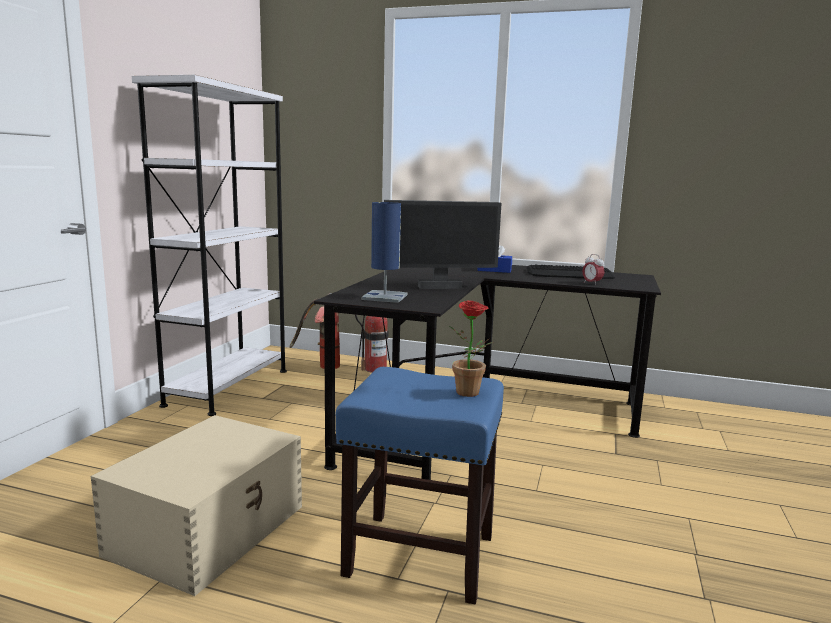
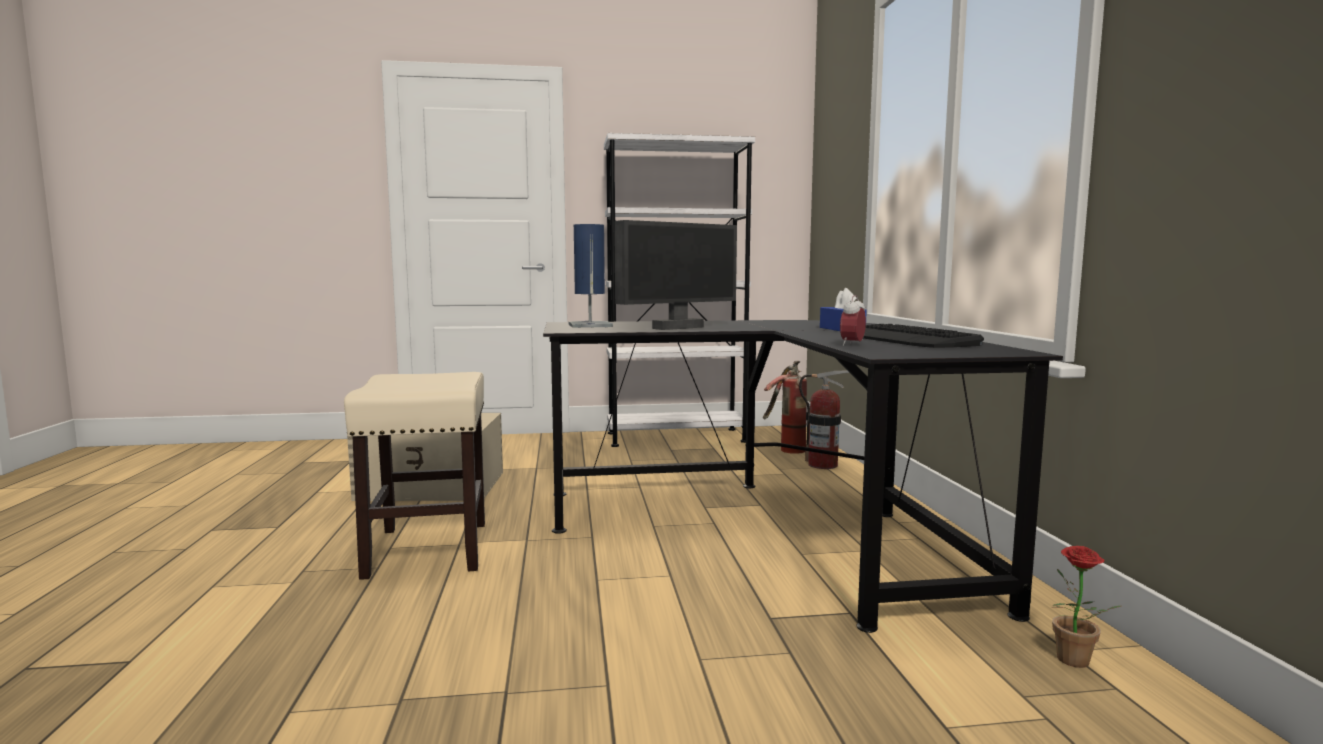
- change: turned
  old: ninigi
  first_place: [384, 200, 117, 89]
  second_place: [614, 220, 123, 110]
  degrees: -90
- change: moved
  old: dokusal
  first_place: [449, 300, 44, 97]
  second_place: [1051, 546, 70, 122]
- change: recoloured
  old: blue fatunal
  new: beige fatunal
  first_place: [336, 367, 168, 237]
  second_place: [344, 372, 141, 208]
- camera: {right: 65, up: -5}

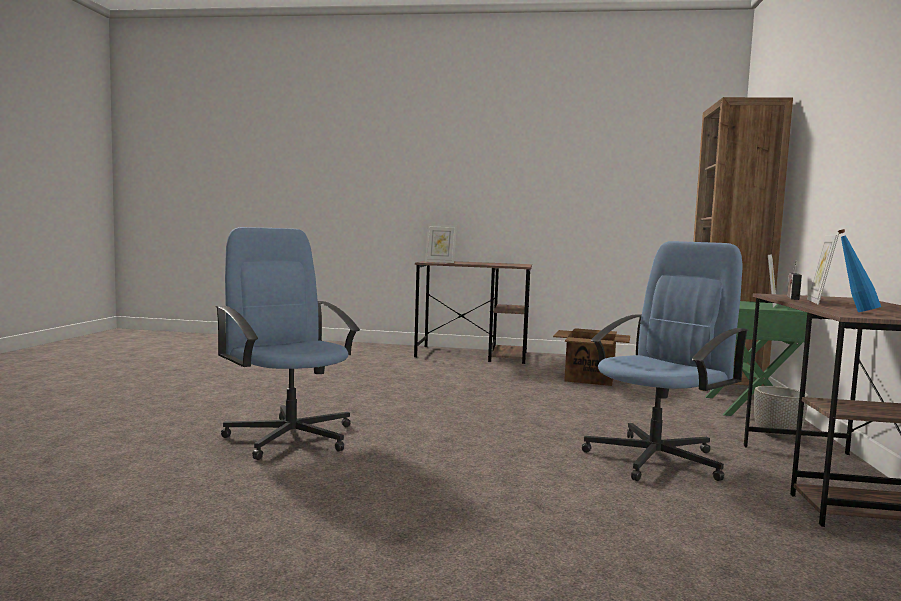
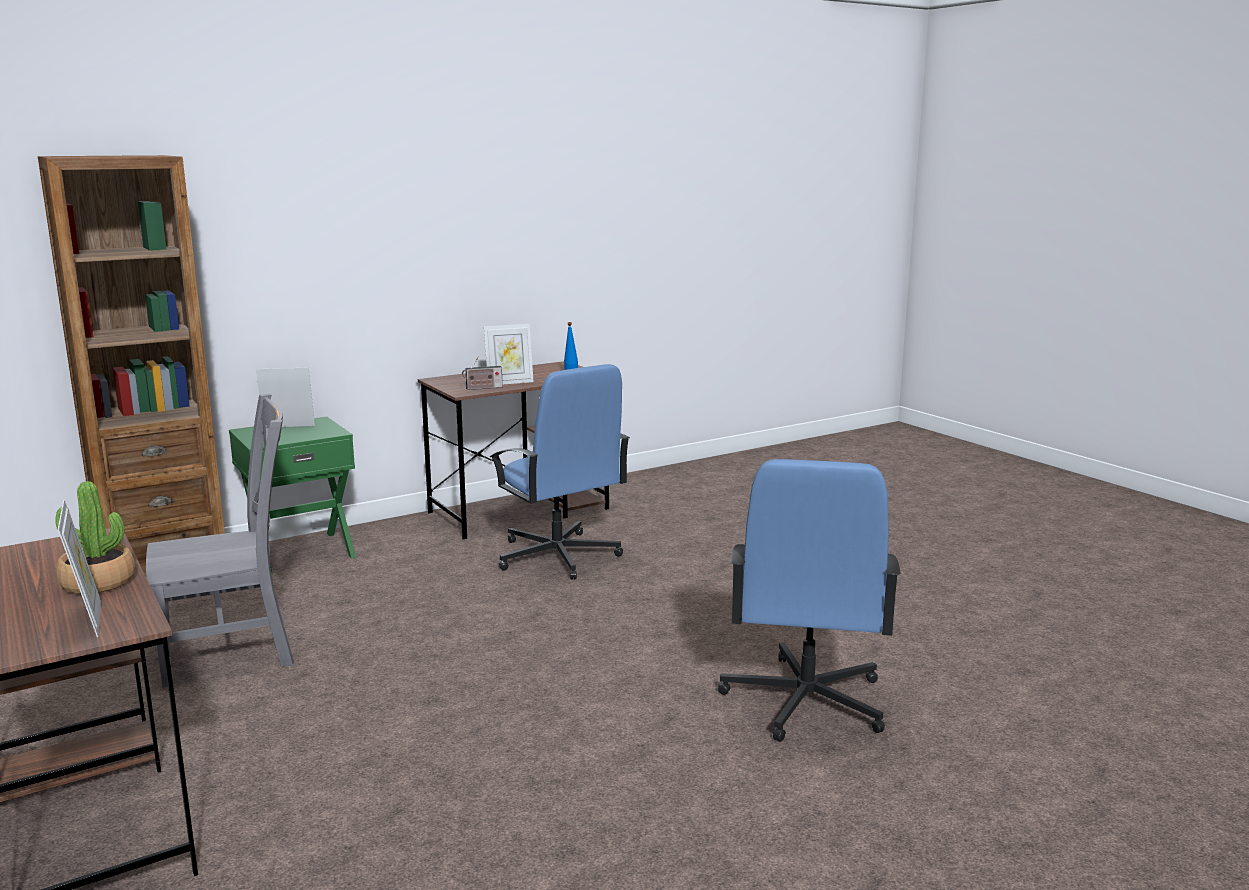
- change: turned
  old: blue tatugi
  first_place: [582, 241, 166, 240]
  second_place: [490, 364, 140, 216]
  degrees: -135
- change: replaced
  old: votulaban
  new: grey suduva
  first_place: [553, 328, 77, 58]
  second_place: [146, 393, 148, 295]
- change: removed
  old: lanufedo
  first_place: [754, 386, 55, 53]
- change: added
  new: dokusal
  second_place: [55, 481, 80, 113]
- camera: {right: -130, up: 10}

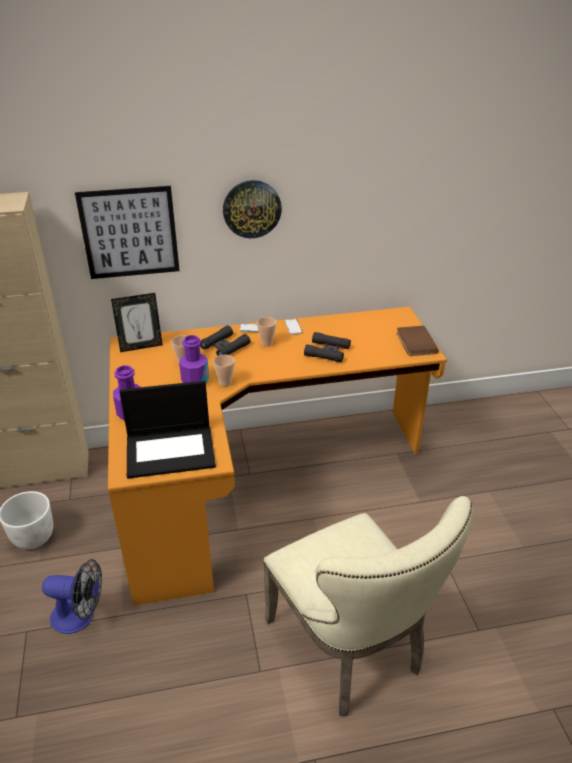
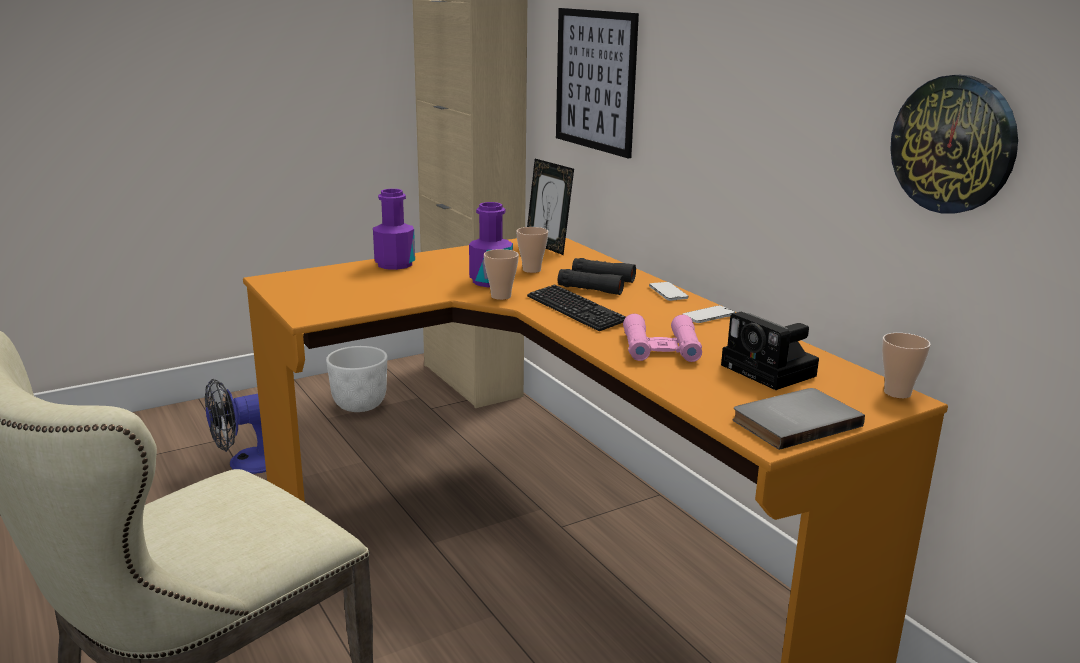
- change: moved
  old: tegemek
  first_place: [223, 180, 59, 58]
  second_place: [890, 75, 128, 139]
- change: moved
  old: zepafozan
  first_place: [257, 317, 20, 29]
  second_place: [882, 333, 49, 66]
- change: recoloured
  old: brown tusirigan
  new: grey tusirigan
  first_place: [397, 326, 42, 30]
  second_place: [733, 388, 132, 62]
- change: recoloured
  old: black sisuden
  new: pink sisuden
  first_place: [304, 332, 47, 30]
  second_place: [623, 314, 79, 48]
- change: removed
  old: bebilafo
  first_place: [120, 381, 96, 98]
- change: turned
  old: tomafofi
  first_place: [42, 559, 60, 75]
  second_place: [205, 379, 61, 95]
  degrees: 75
- change: added
  new: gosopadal
  second_place: [527, 284, 99, 47]
- change: added
  new: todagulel
  second_place: [721, 312, 98, 78]
- camera: {right: 70, up: -15}

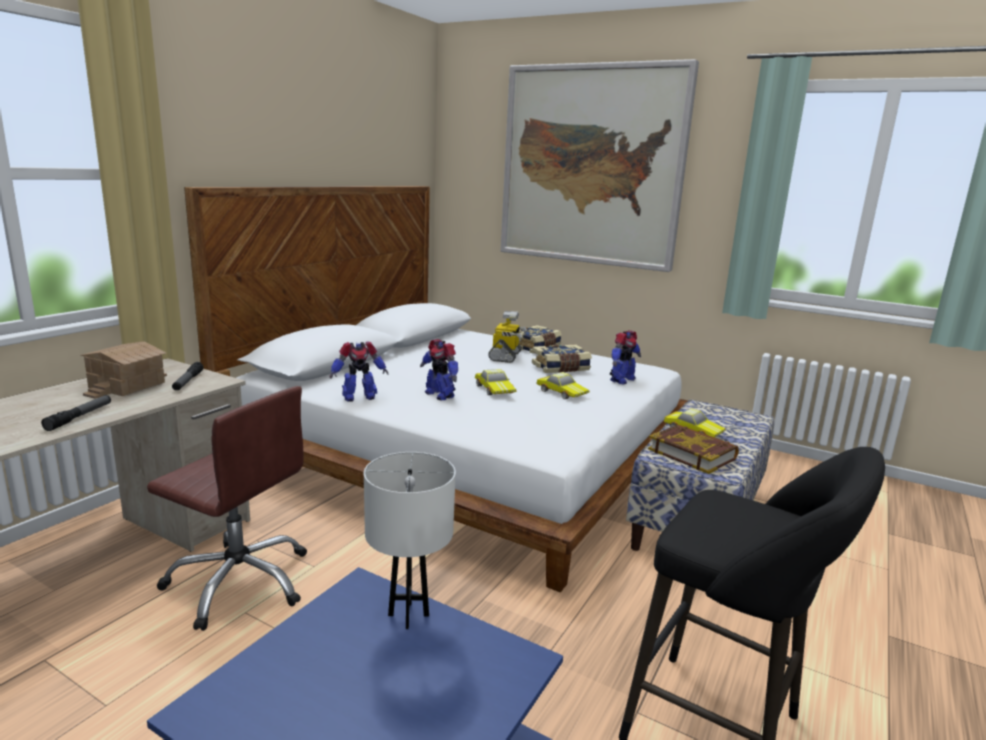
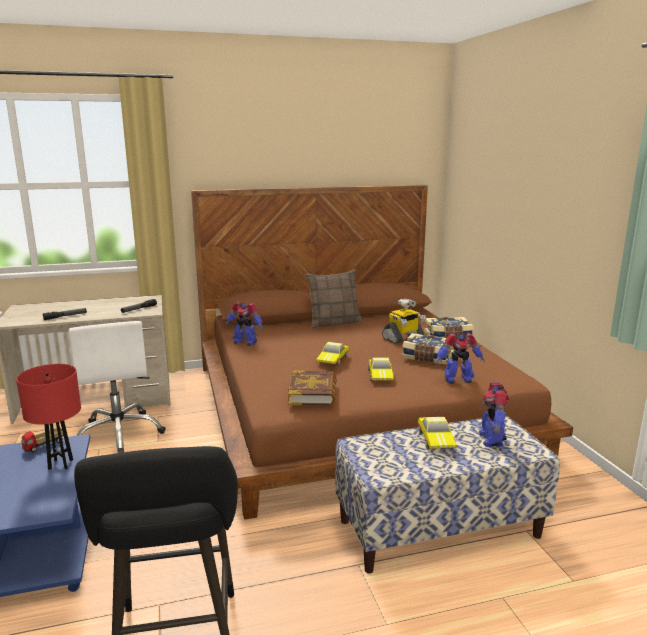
- change: removed
  old: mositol
  first_place: [501, 59, 198, 213]
- change: recoloured
  old: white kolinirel
  new: brown kolinirel
  first_place: [184, 186, 504, 406]
  second_place: [191, 185, 382, 335]
- change: moved
  old: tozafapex
  first_place: [420, 339, 38, 61]
  second_place: [479, 382, 30, 66]
- change: removed
  old: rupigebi
  first_place: [80, 341, 87, 58]
- change: recoloured
  old: brown tatugi
  new: white tatugi
  first_place: [147, 386, 160, 245]
  second_place: [69, 321, 97, 132]
- change: moved
  old: tusirigan
  first_place: [648, 425, 91, 49]
  second_place: [288, 370, 49, 36]
- change: recoloured
  old: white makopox
  new: red makopox
  first_place: [364, 452, 92, 177]
  second_place: [16, 364, 65, 106]
- change: added
  new: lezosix
  second_place: [305, 269, 58, 60]
- change: added
  new: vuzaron
  second_place: [22, 427, 42, 25]
- camera: {right: 45, up: 0}

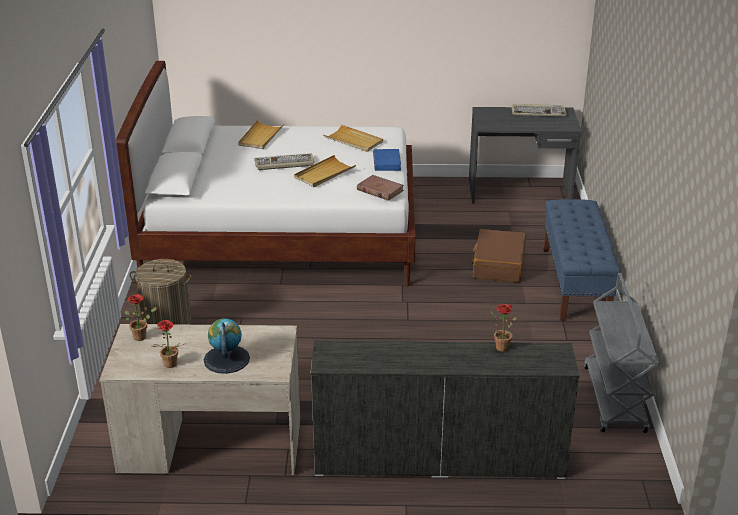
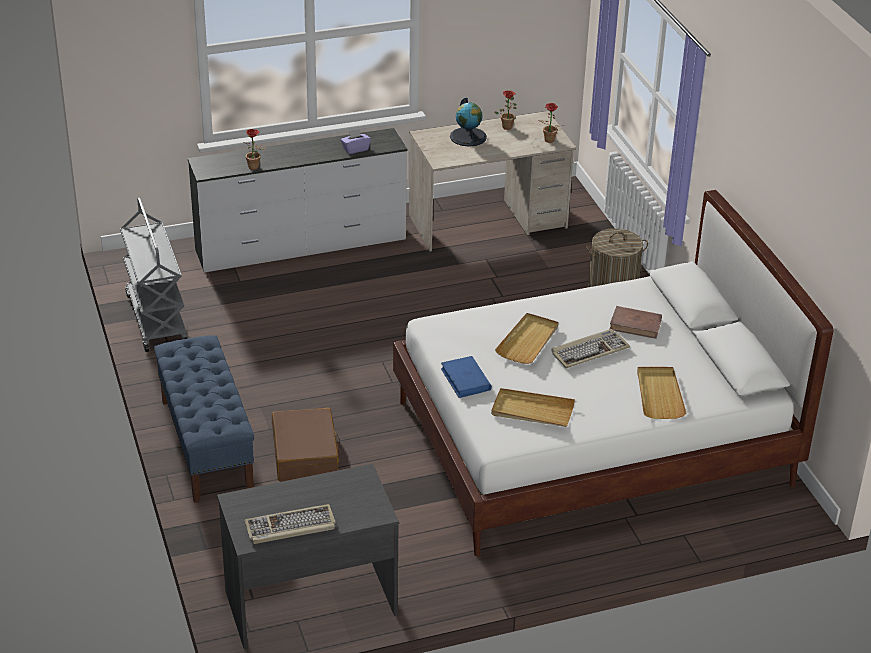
- change: moved
  old: brown tusirigan
  first_place: [357, 175, 47, 26]
  second_place: [610, 306, 52, 33]
- change: added
  new: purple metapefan
  second_place: [341, 129, 30, 25]
- camera: {right: 160, up: 5}

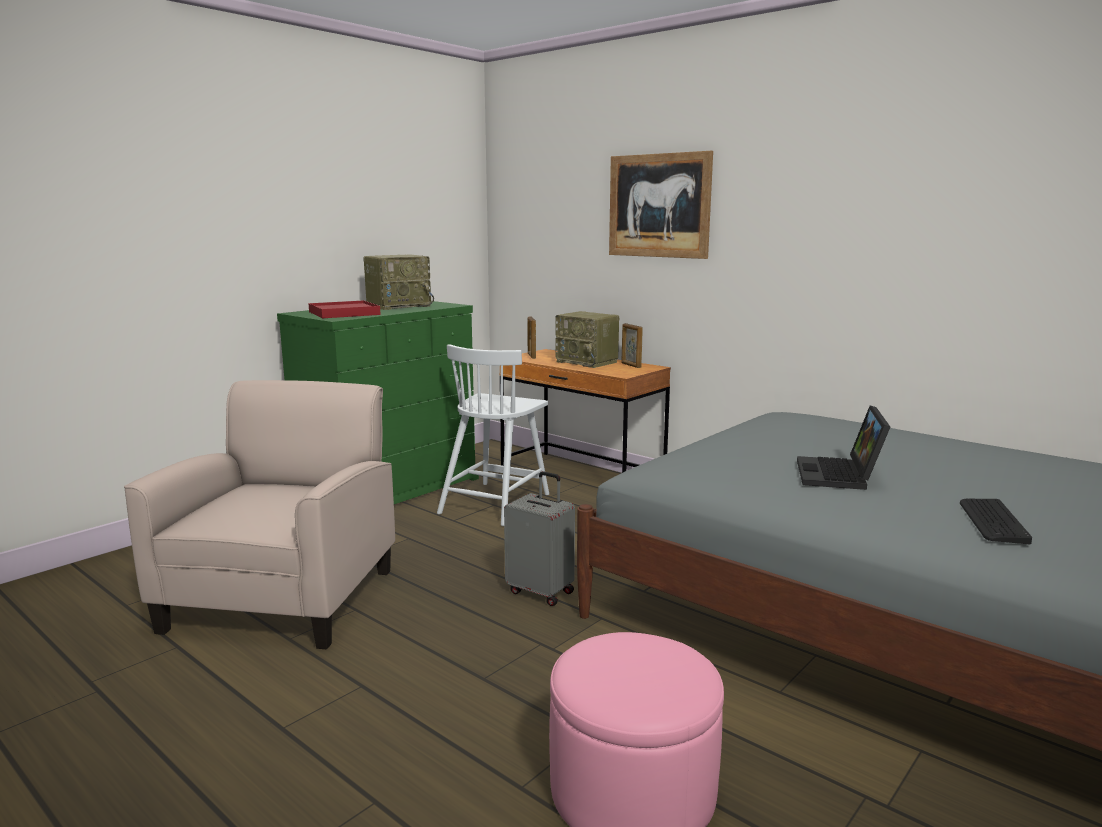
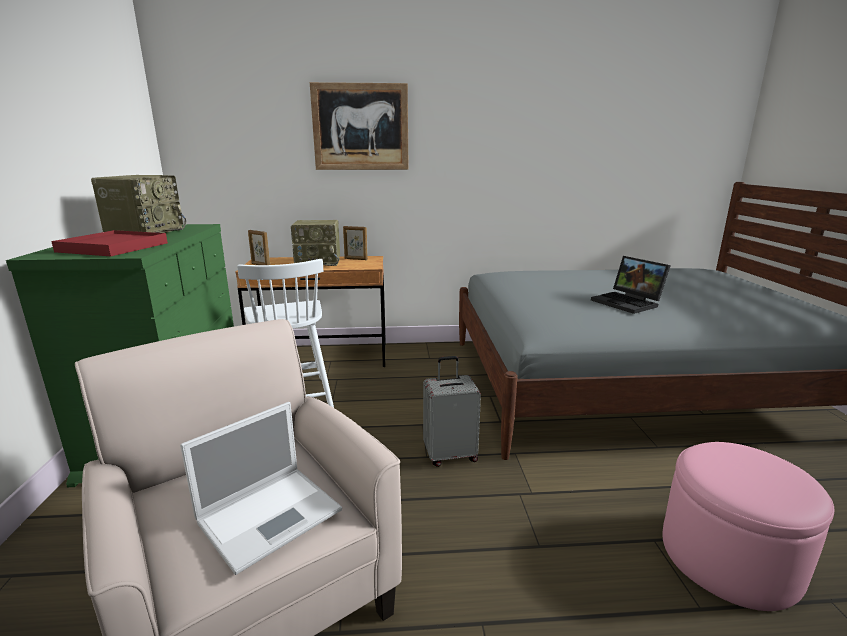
- change: removed
  old: gosopadal
  first_place: [960, 499, 72, 45]
- change: added
  new: bebilafo
  second_place: [180, 402, 162, 173]
- camera: {right: -45, up: 5}

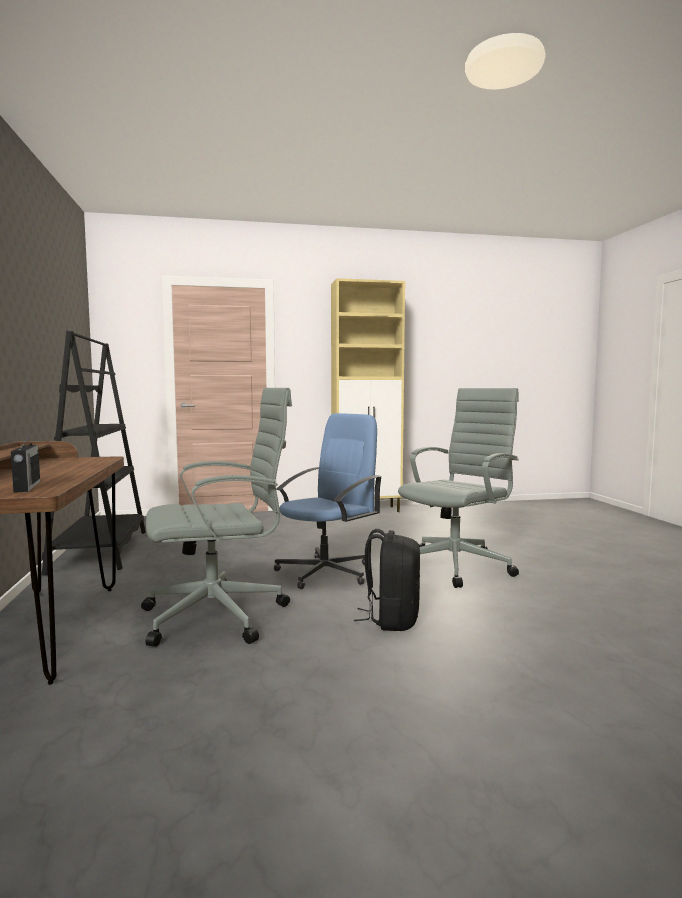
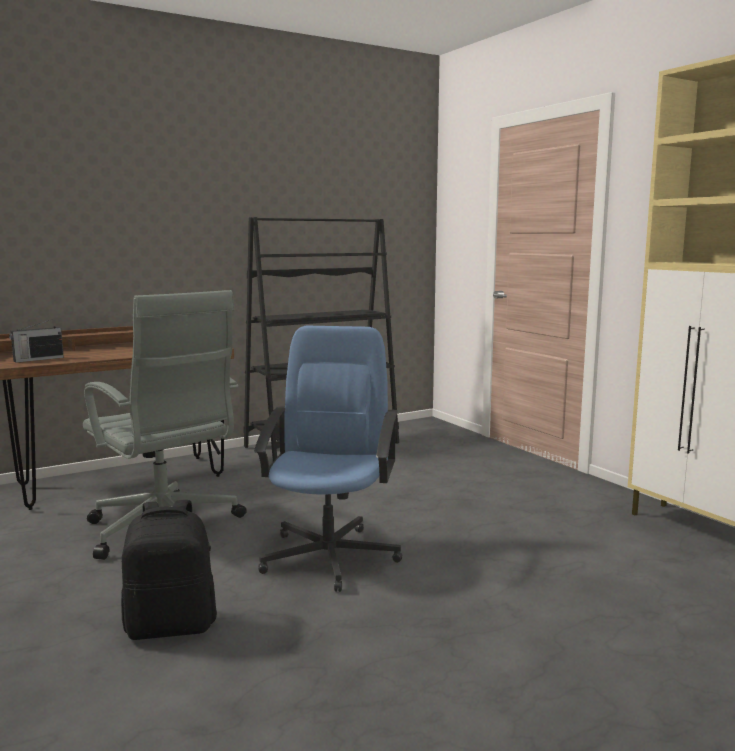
- change: removed
  old: grey tatugi
  first_place: [398, 388, 121, 200]
- change: turned
  old: blue tatugi
  first_place: [274, 413, 108, 176]
  second_place: [254, 326, 148, 266]
  degrees: -105
- camera: {right: 70, up: 5}

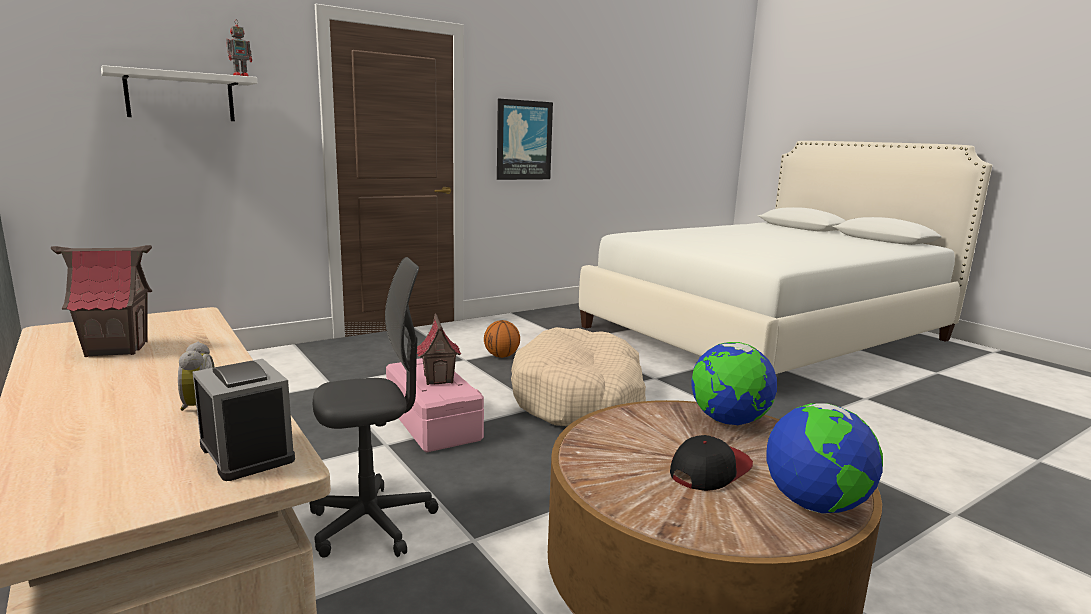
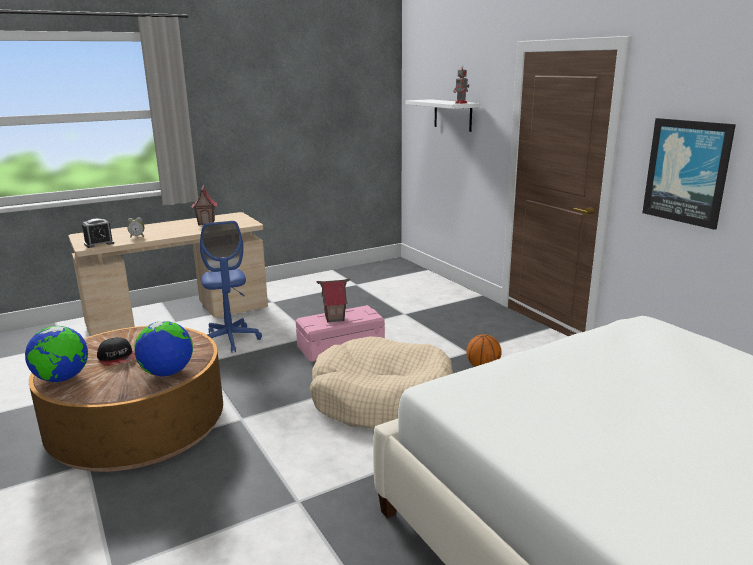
- change: recoloured
  old: grey tatugi
  new: blue tatugi
  first_place: [309, 257, 130, 301]
  second_place: [200, 221, 62, 132]
- camera: {right: 95, up: 5}

